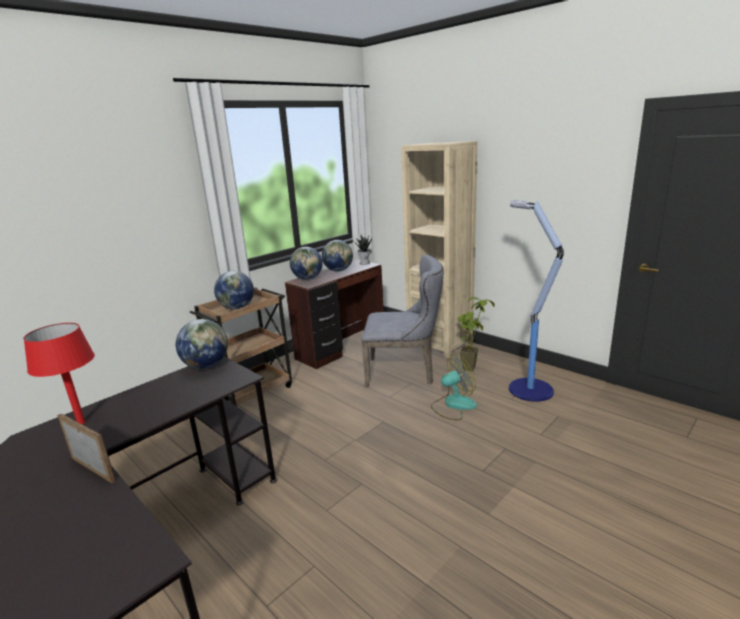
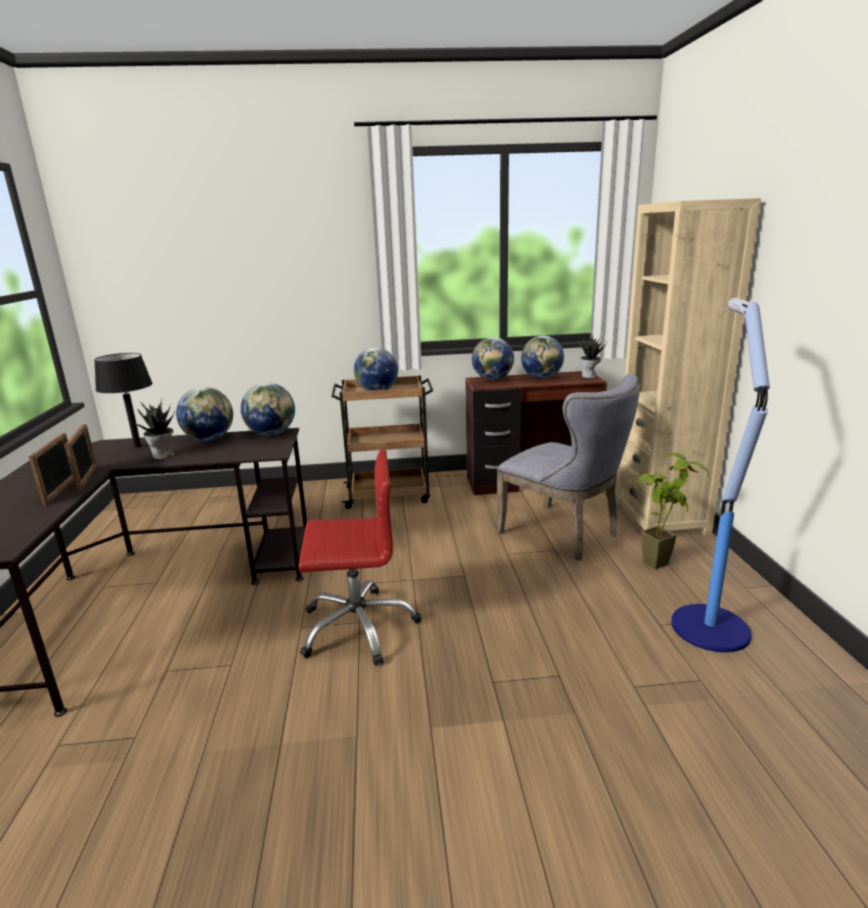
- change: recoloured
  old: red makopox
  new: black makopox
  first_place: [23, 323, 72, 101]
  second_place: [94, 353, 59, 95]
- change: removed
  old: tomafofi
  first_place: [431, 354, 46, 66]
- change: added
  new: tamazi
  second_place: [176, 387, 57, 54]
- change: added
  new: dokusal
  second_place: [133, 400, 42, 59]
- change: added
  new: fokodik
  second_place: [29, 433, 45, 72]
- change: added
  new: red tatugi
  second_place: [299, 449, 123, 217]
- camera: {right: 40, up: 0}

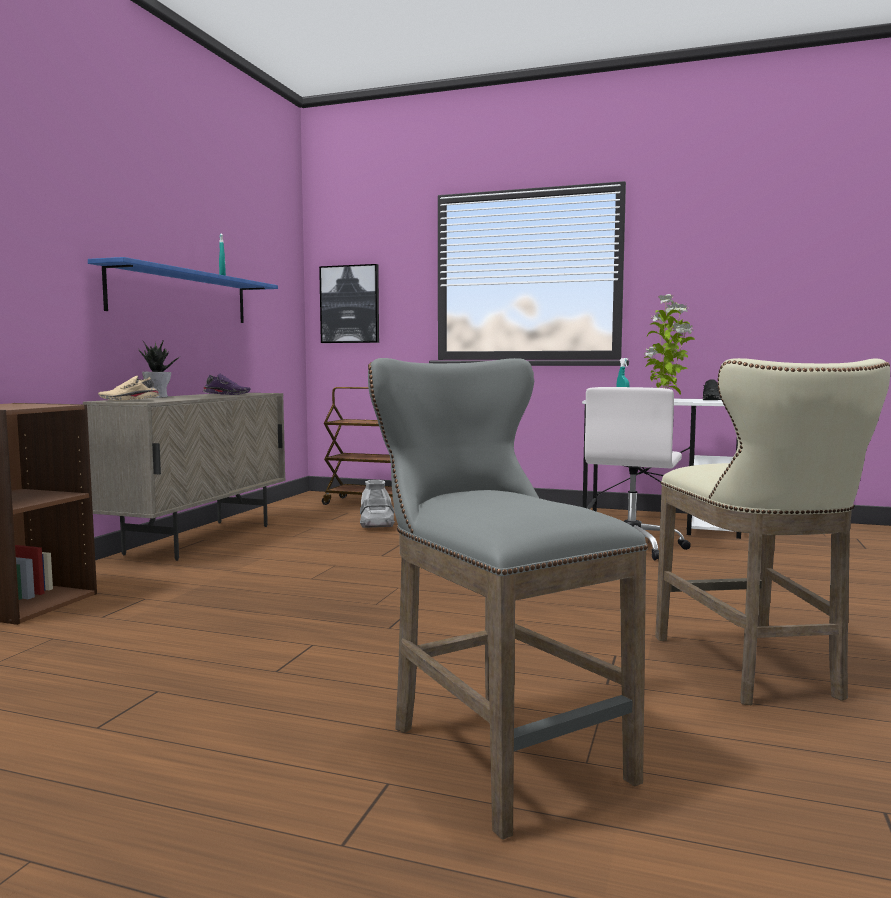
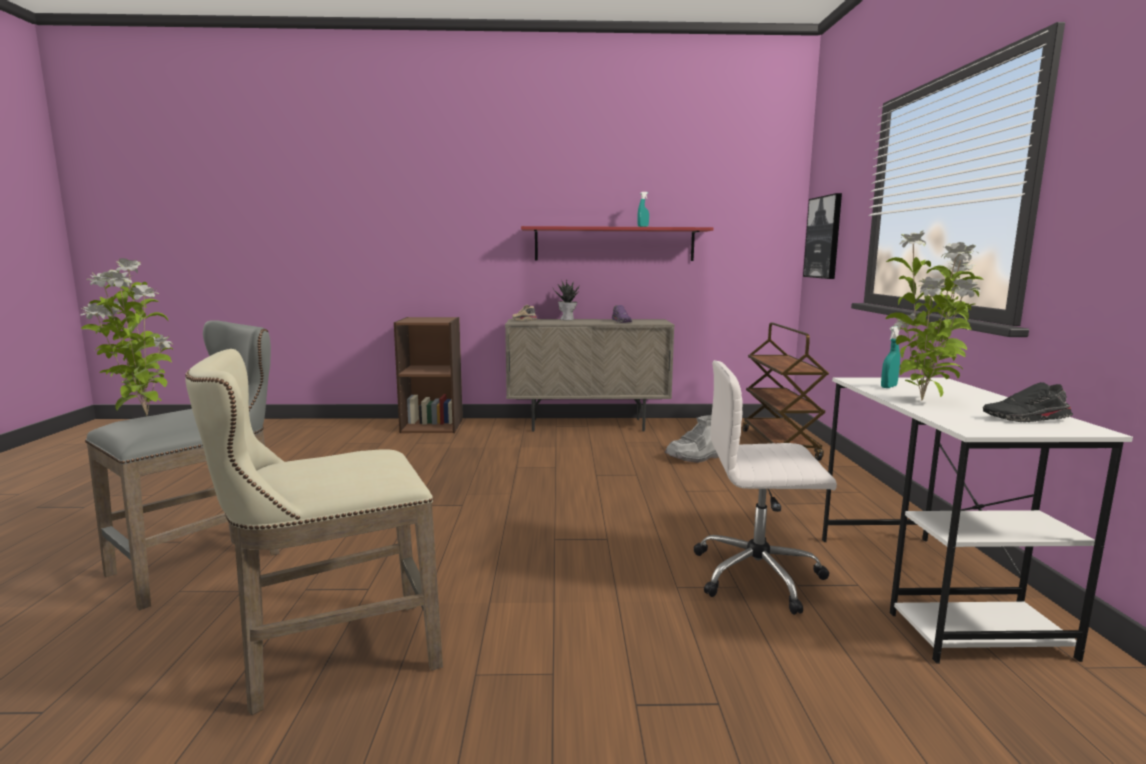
- change: recoloured
  old: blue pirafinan
  new: red pirafinan
  first_place: [88, 257, 190, 66]
  second_place: [521, 226, 192, 35]
- change: added
  new: dokusal
  second_place: [81, 258, 93, 158]
- camera: {right: 70, up: 5}

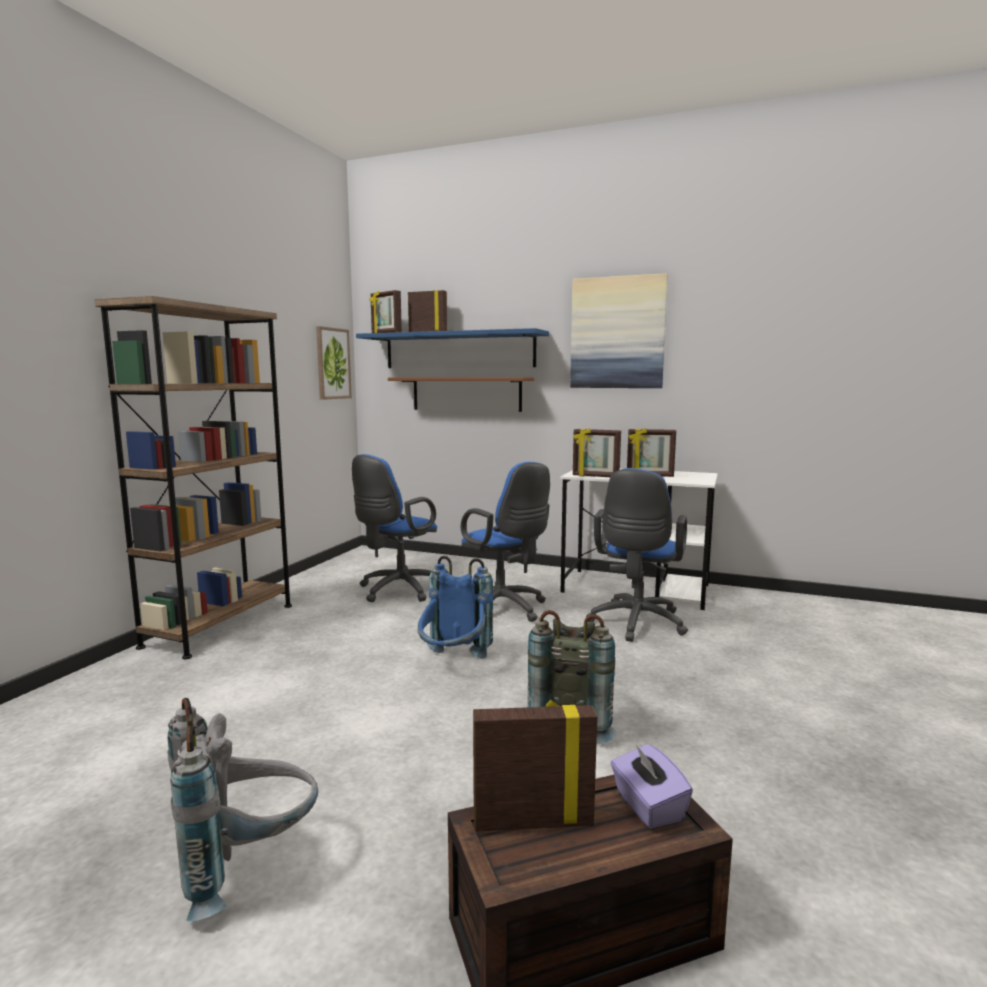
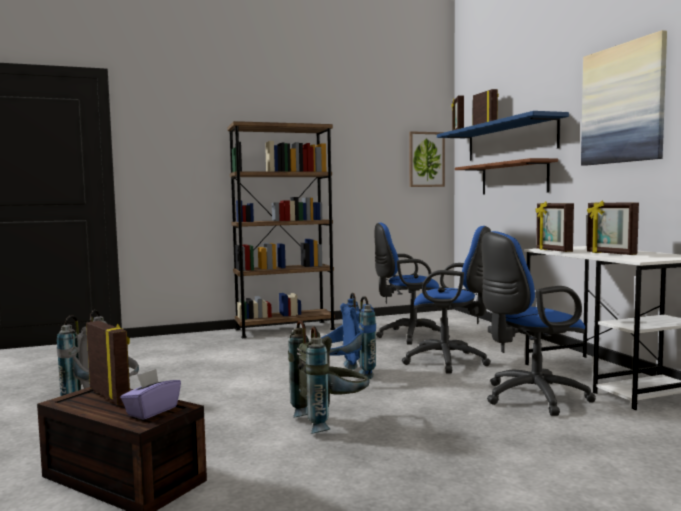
- change: turned
  old: blue tatugi
  first_place: [461, 462, 89, 160]
  second_place: [402, 226, 89, 147]
  degrees: -75
- camera: {right: 50, up: -5}

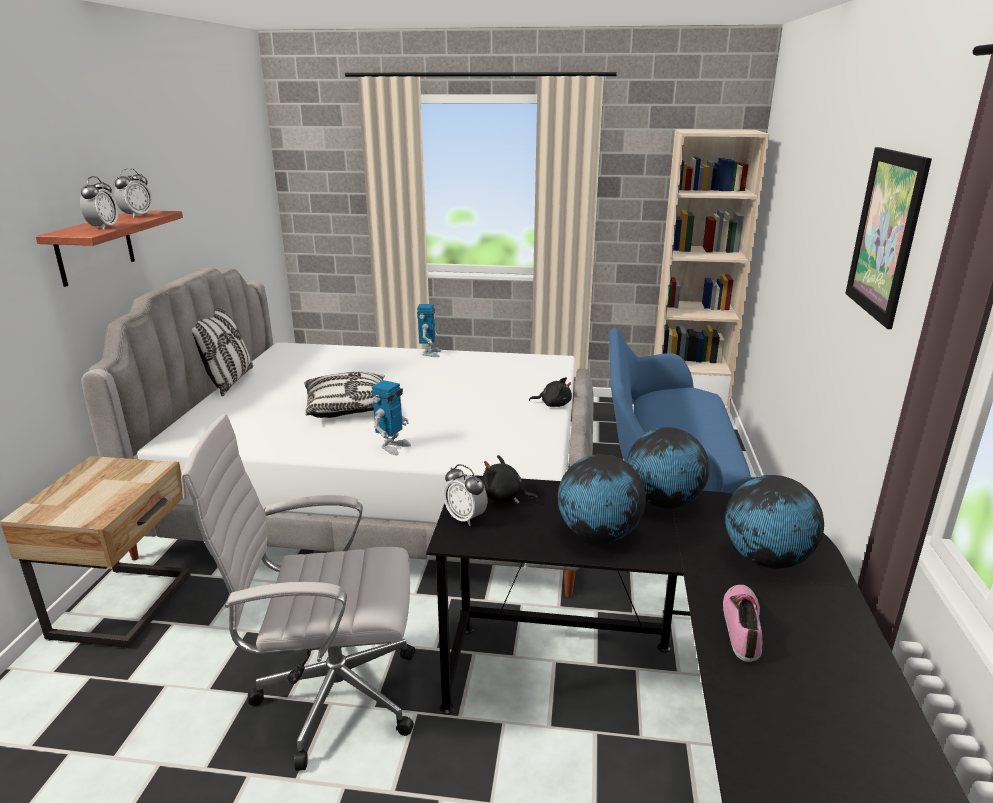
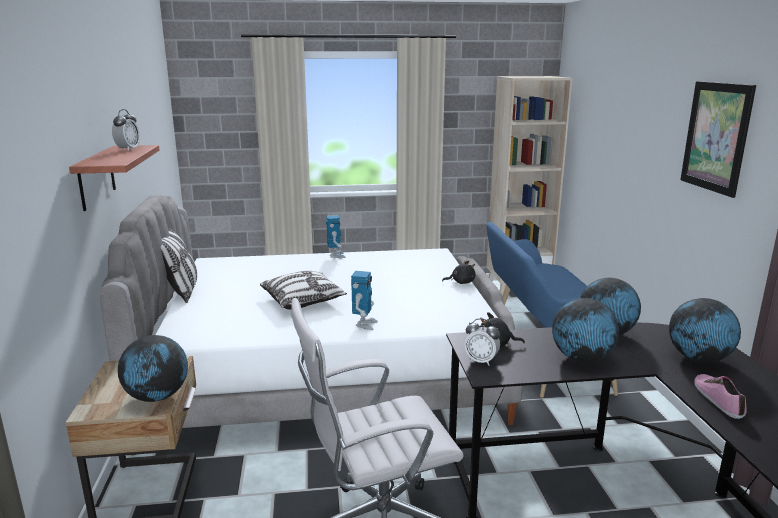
- change: removed
  old: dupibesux
  first_place: [80, 176, 38, 54]
- change: added
  new: tamazi
  second_place: [118, 335, 70, 67]
- camera: {right: -15, up: -5}

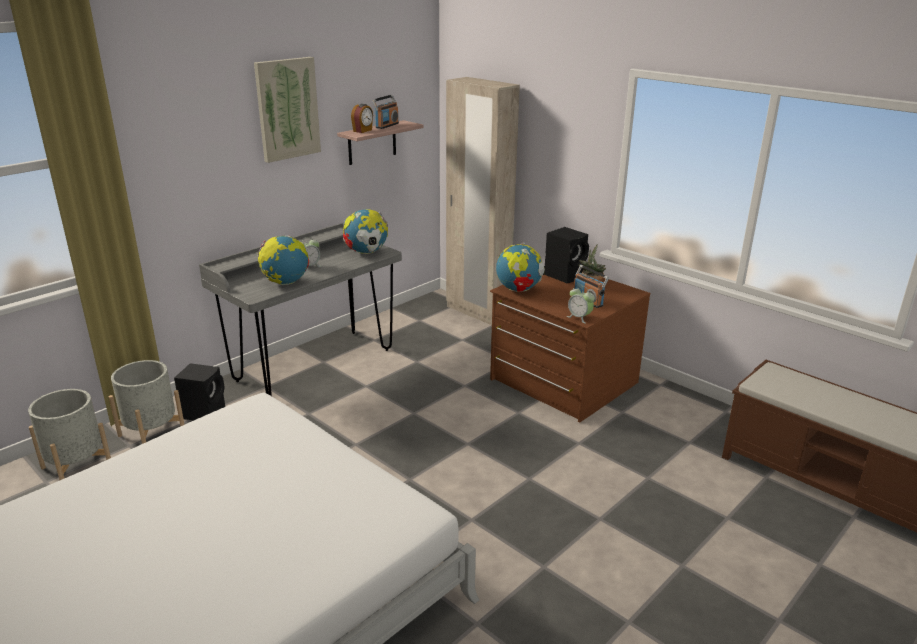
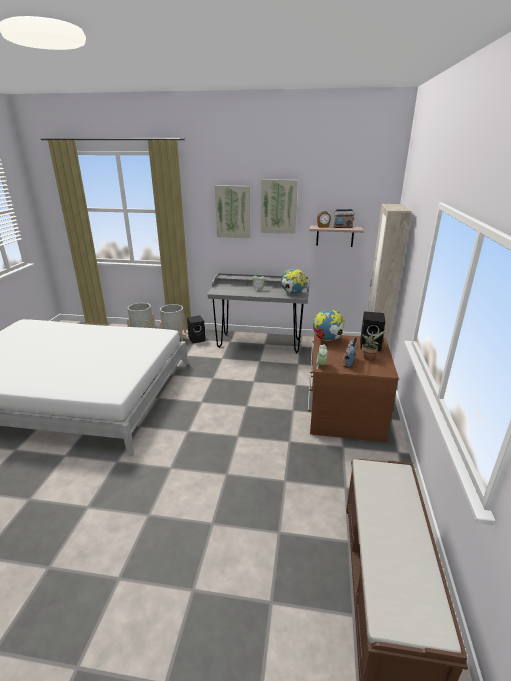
- change: removed
  old: tamazi
  first_place: [258, 236, 52, 49]
- change: added
  new: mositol
  second_place: [215, 185, 35, 53]
- camera: {right: 55, up: 0}

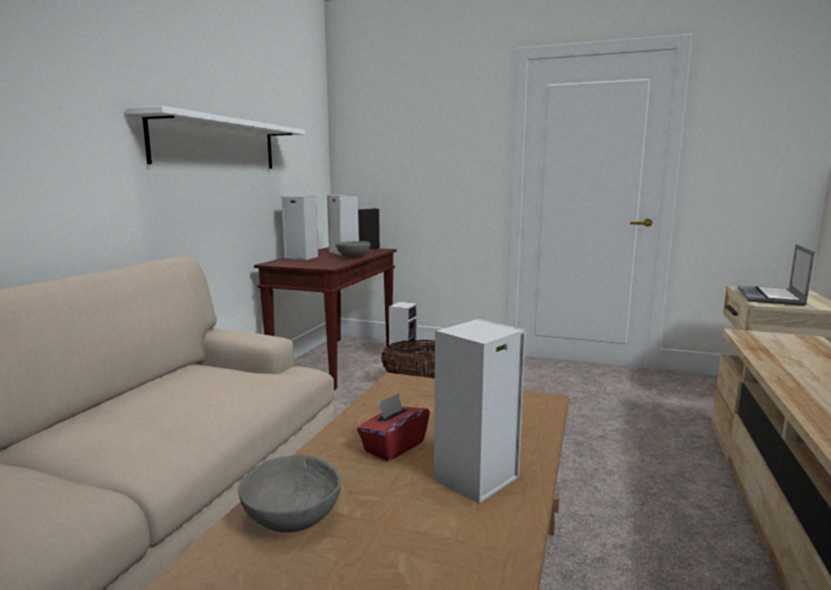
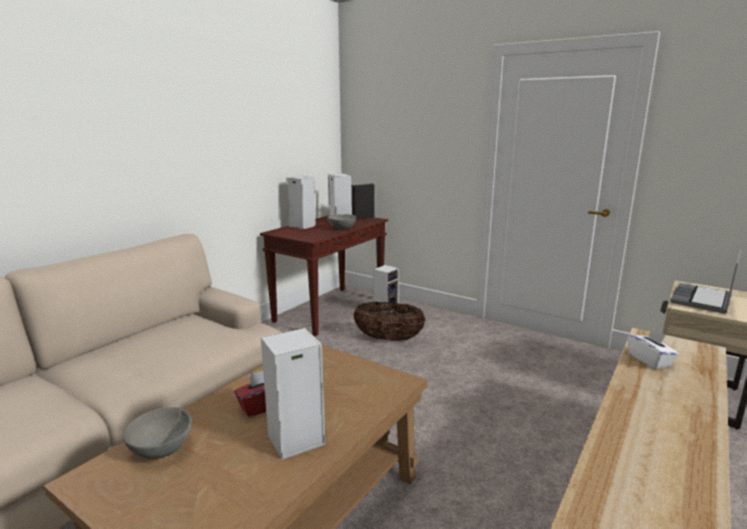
- change: removed
  old: white pirafinan
  first_place: [126, 106, 179, 63]
- change: added
  new: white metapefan
  second_place: [627, 328, 52, 41]
- camera: {right: 15, up: 5}

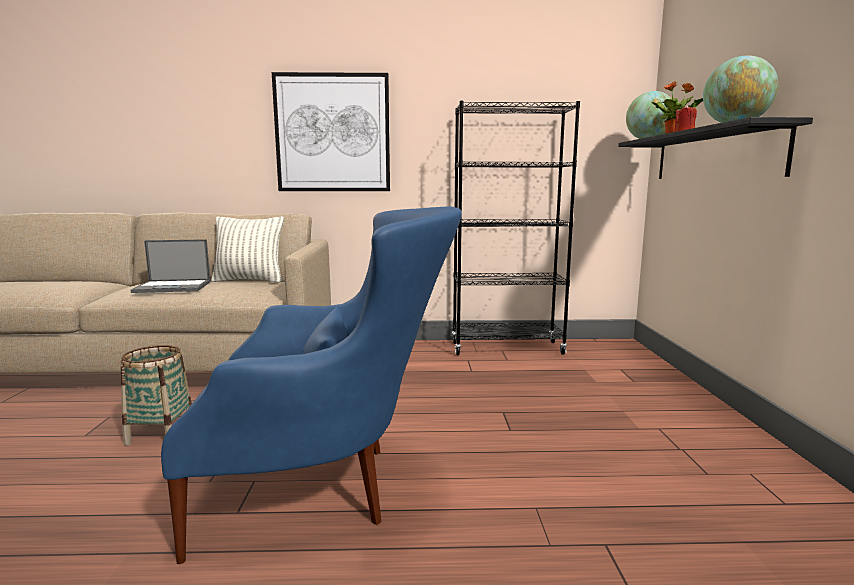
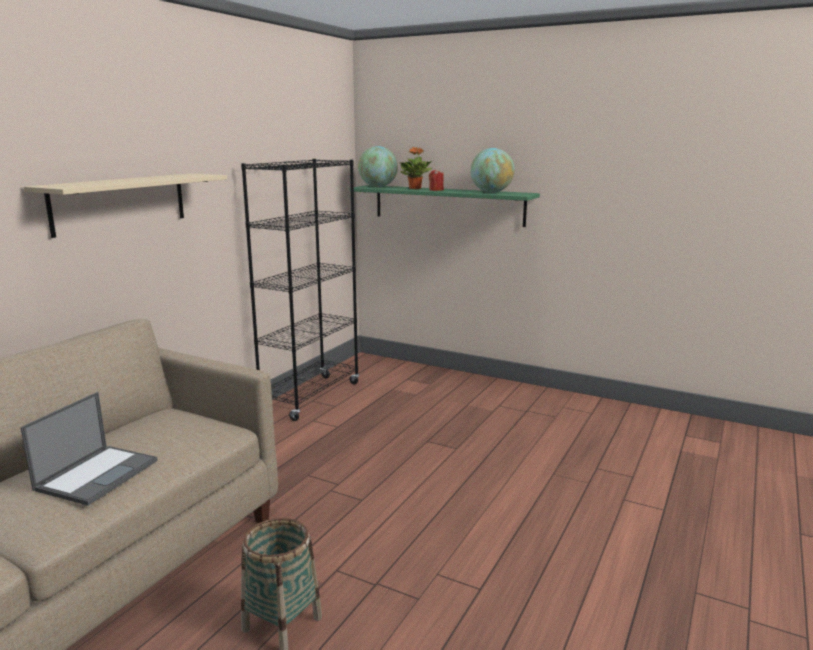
- change: replaced
  old: mositol
  new: beige pirafinan
  first_place: [272, 72, 118, 119]
  second_place: [24, 174, 203, 64]
- change: recoloured
  old: black pirafinan
  new: green pirafinan
  first_place: [618, 117, 195, 62]
  second_place: [350, 185, 190, 42]
- change: removed
  old: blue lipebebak
  first_place: [161, 207, 301, 357]
- change: removed
  old: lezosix
  first_place: [211, 217, 73, 66]
- camera: {right: -60, up: 5}

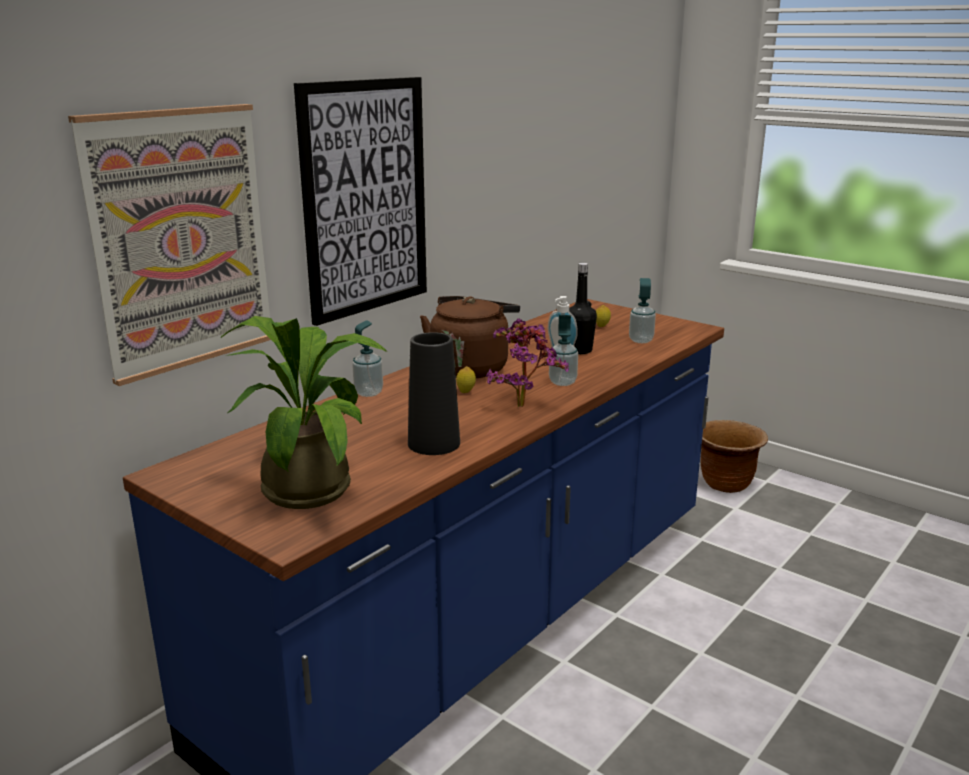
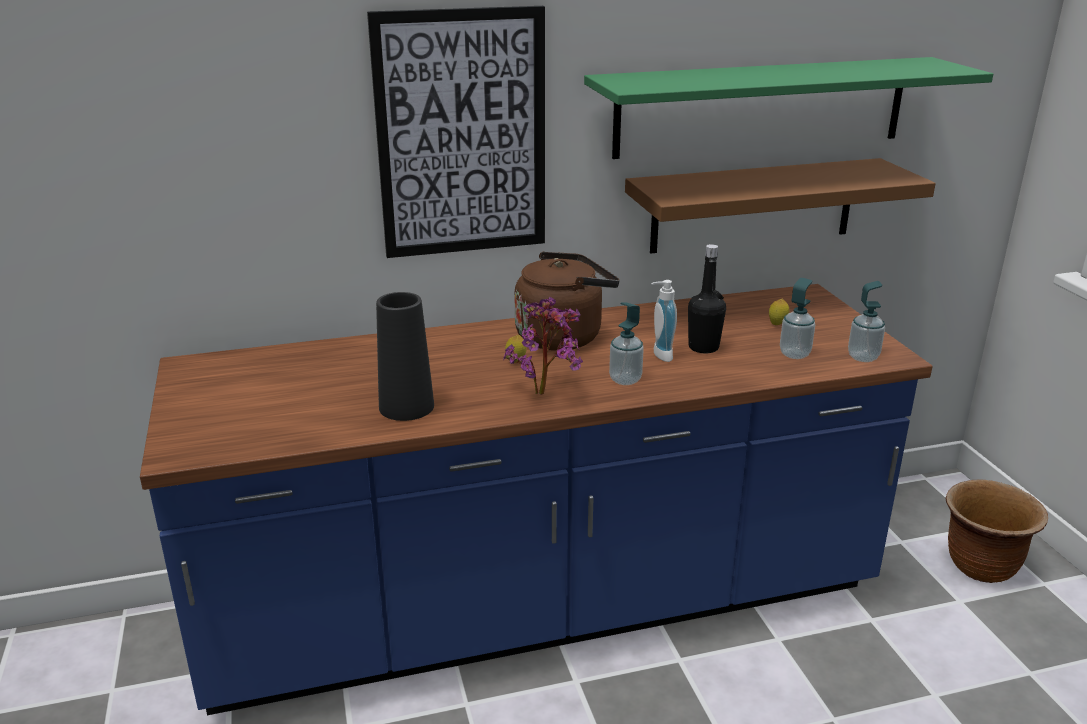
- change: removed
  old: mositol
  first_place: [68, 104, 203, 282]
- change: removed
  old: dokusal
  first_place: [221, 316, 166, 193]
- change: moved
  old: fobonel
  first_place: [352, 321, 31, 76]
  second_place: [848, 281, 37, 81]
- change: added
  new: green pirafinan
  second_place: [584, 57, 409, 102]
- change: added
  new: brown pirafinan
  second_place: [625, 158, 311, 95]
- camera: {right: 35, up: 5}

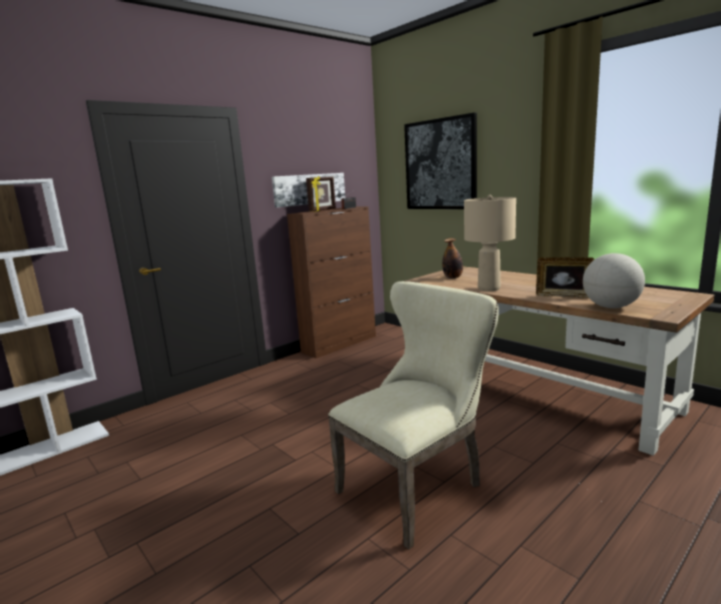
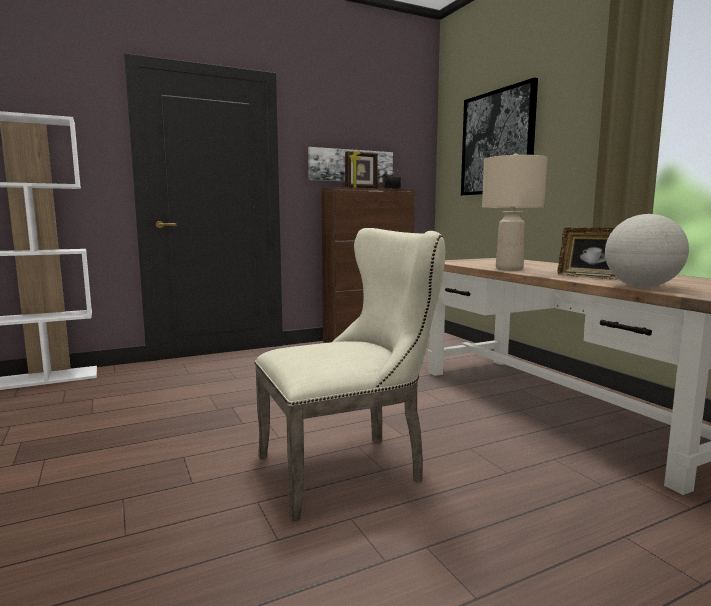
- change: removed
  old: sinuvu
  first_place: [442, 238, 21, 41]
- camera: {right: 15, up: -5}

